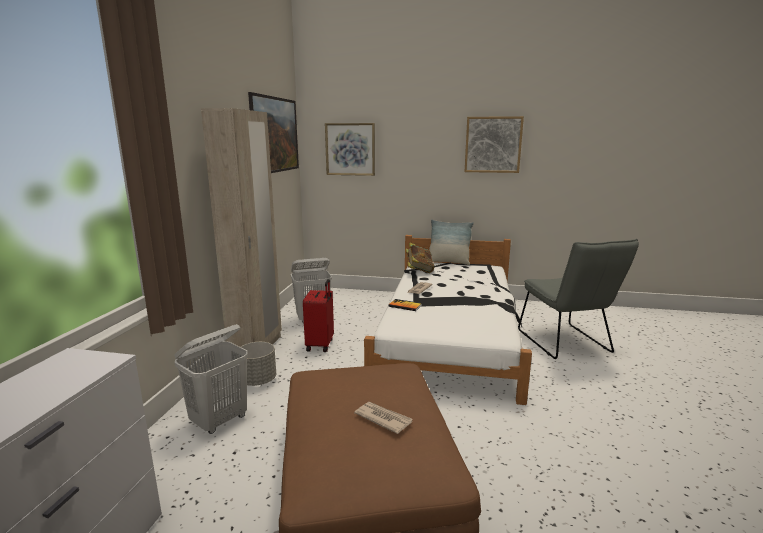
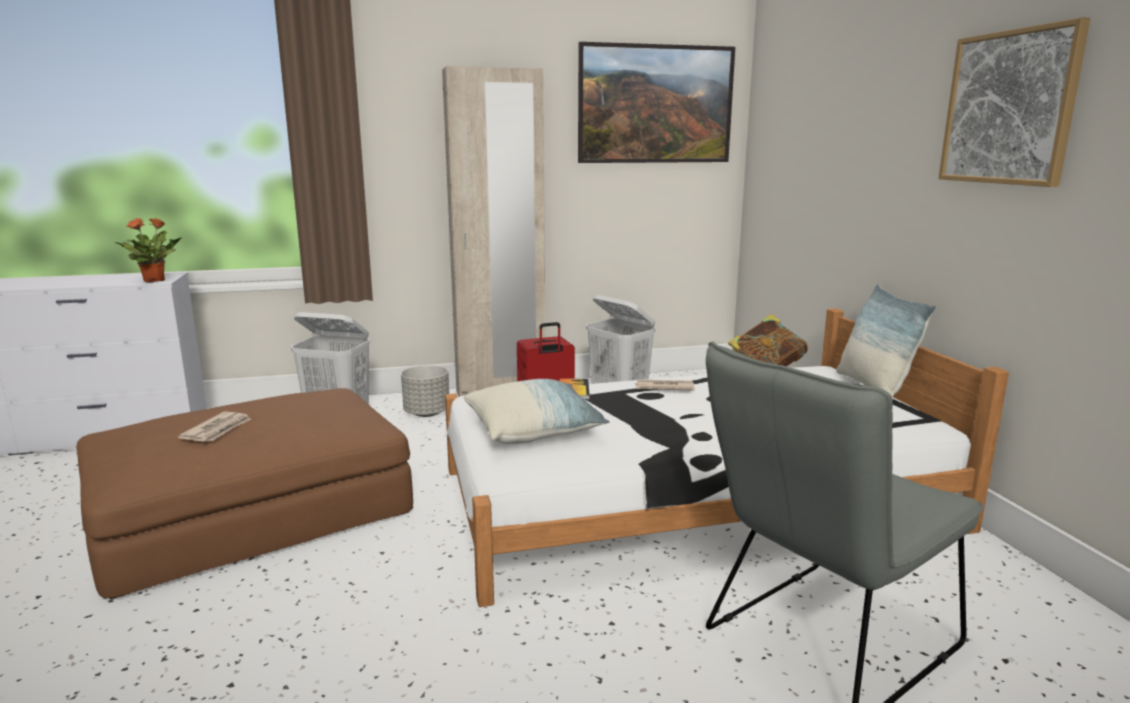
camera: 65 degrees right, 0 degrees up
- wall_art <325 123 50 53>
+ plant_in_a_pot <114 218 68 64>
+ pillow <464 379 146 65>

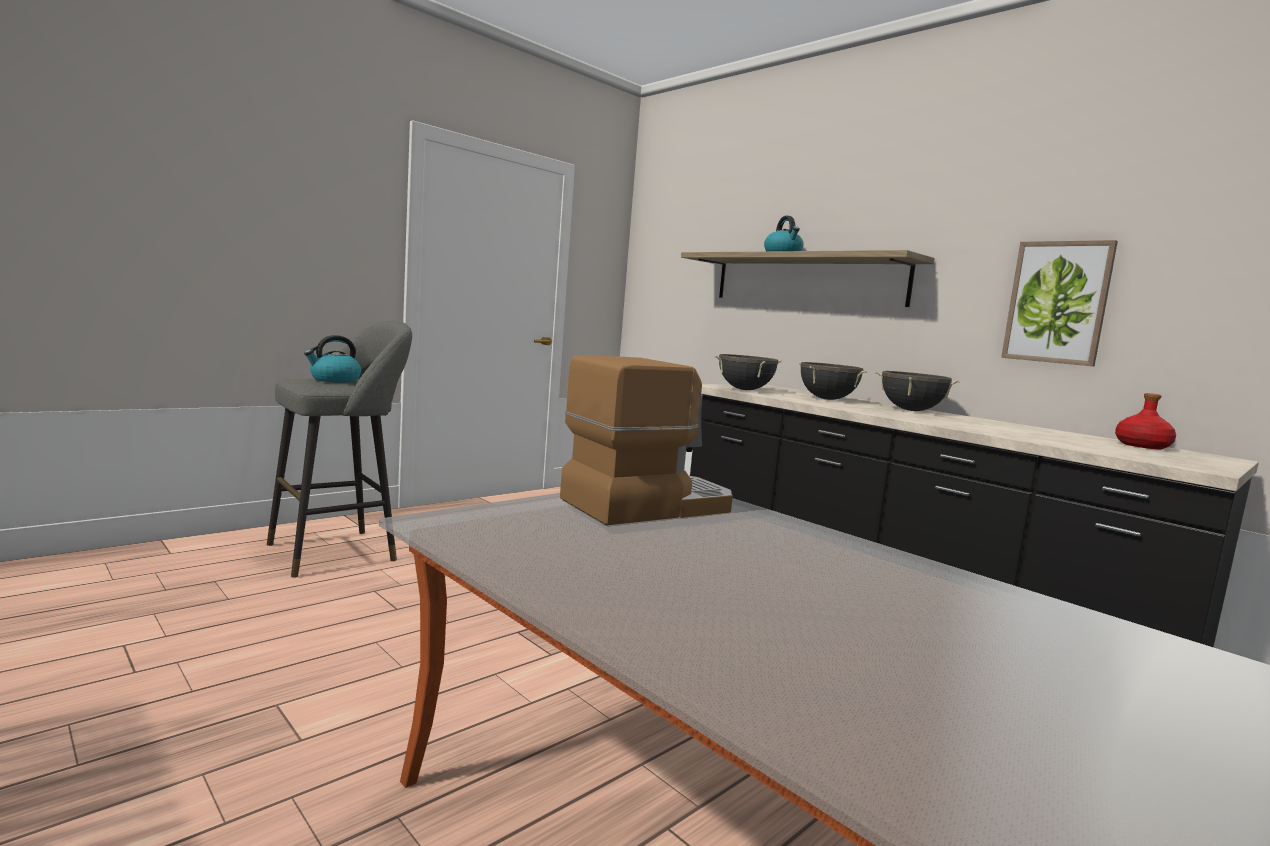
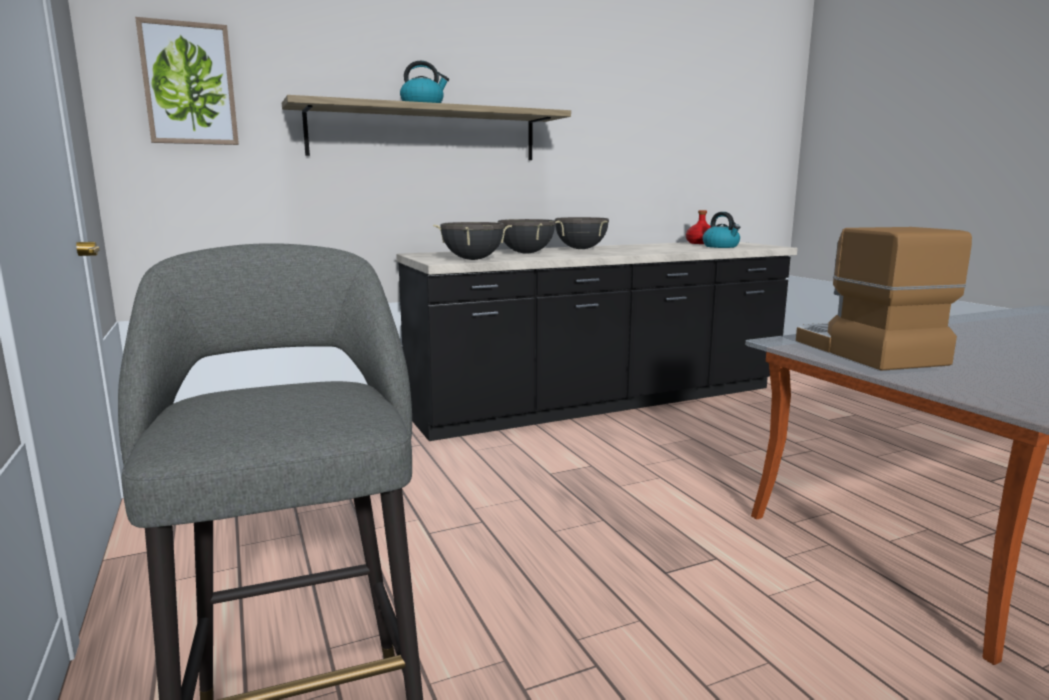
camera: 70 degrees left, 5 degrees up
~ water_kettle <304 335 57 48> to <703 212 37 36>
~ wall_art <1001 240 117 126> to <135 17 104 128>

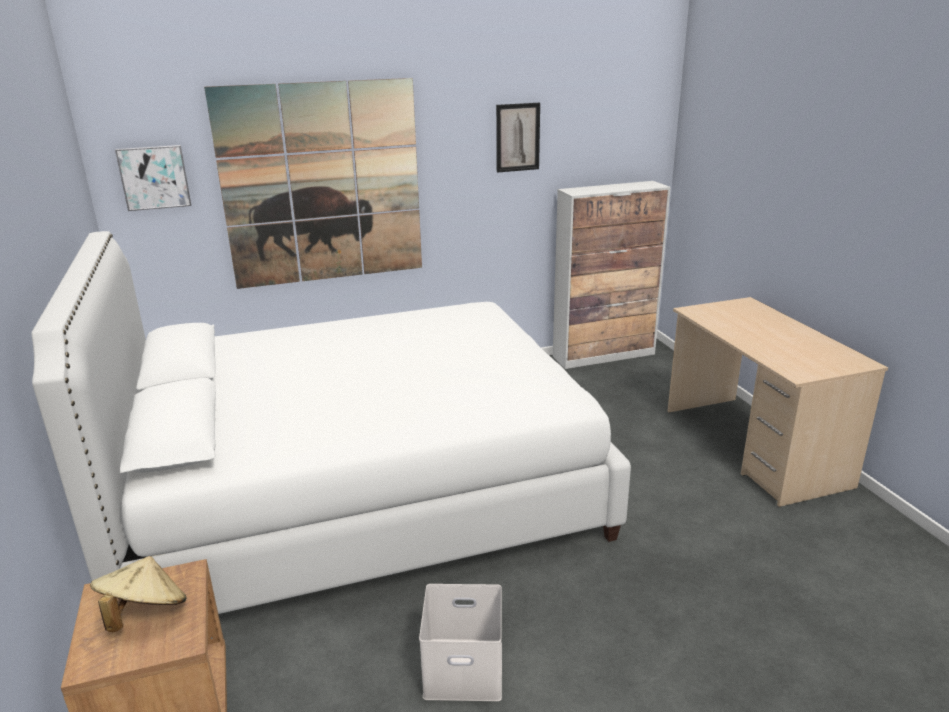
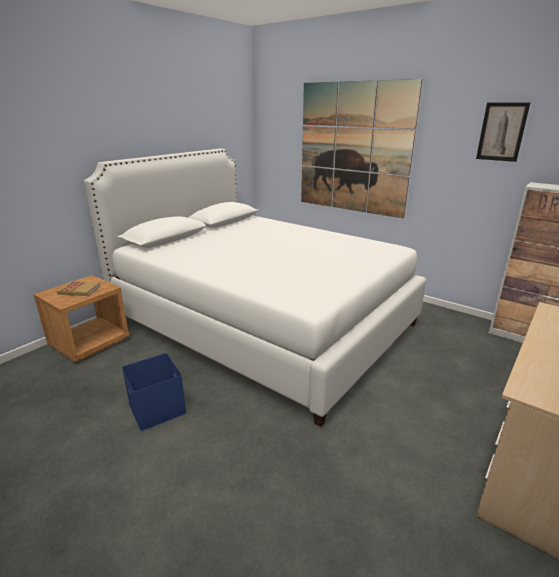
camera: 55 degrees right, 0 degrees up
~ beige-coloured_clothing_hat <90 556 96 76> to bound_book <57 281 43 15>
- wall_art <115 145 76 66>
~ whitish_storage_bin <419 584 83 117> to blue-coloured_storage_bin <122 353 65 78>

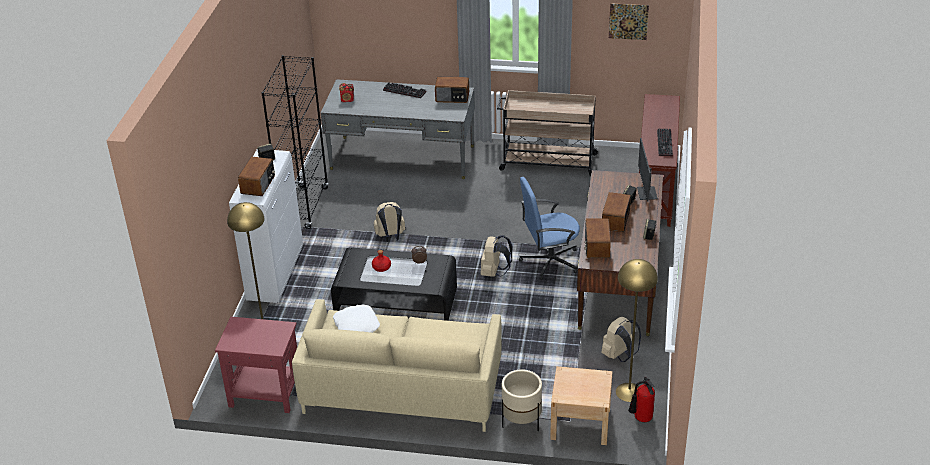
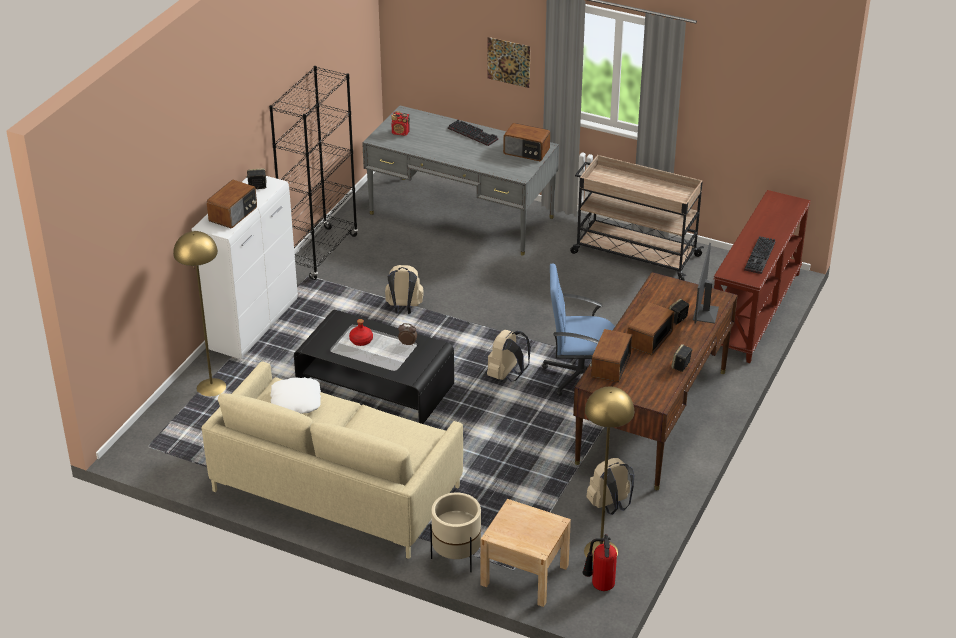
camera: 15 degrees right, 0 degrees up
- reddish_accent_table <215 317 82 96>
~ wall_art <609 3 40 37> to <487 37 43 51>

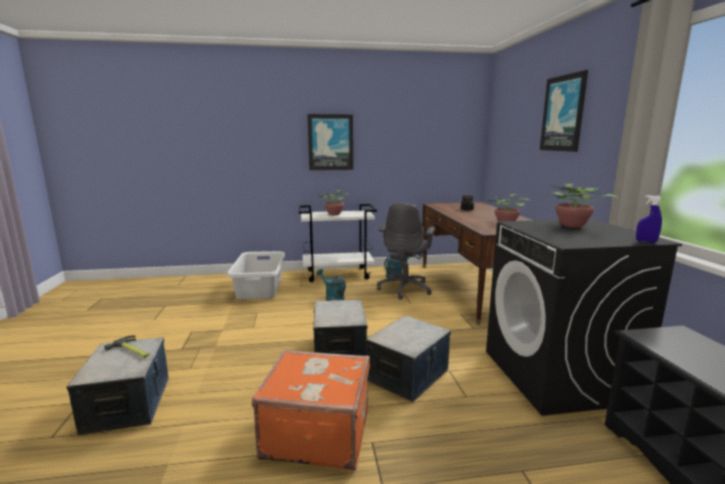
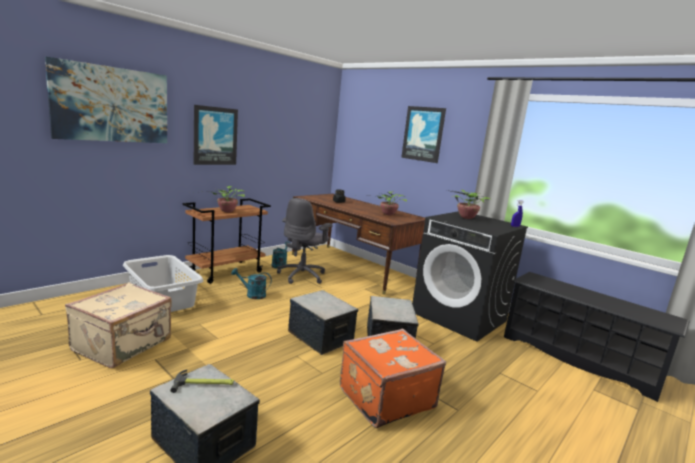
camera: 40 degrees left, 0 degrees up
~ whitish_trolley <299 204 78 78> to brown-coloured_trolley <182 198 89 86>
~ greyish_computer_chair <377 203 58 97> = <277 198 55 86> 45 degrees clockwise
+ wall_art <45 57 122 86>
+ beige-coloured_travel_case <65 282 107 86>

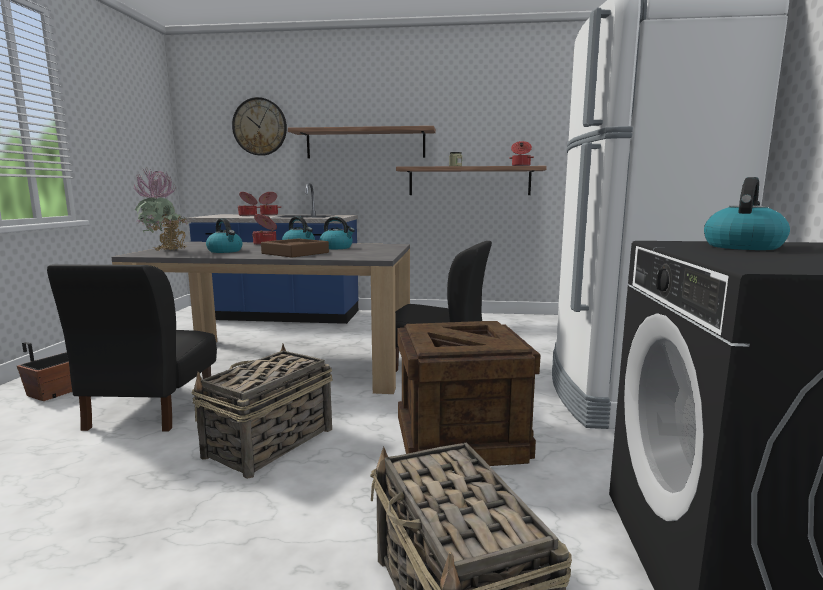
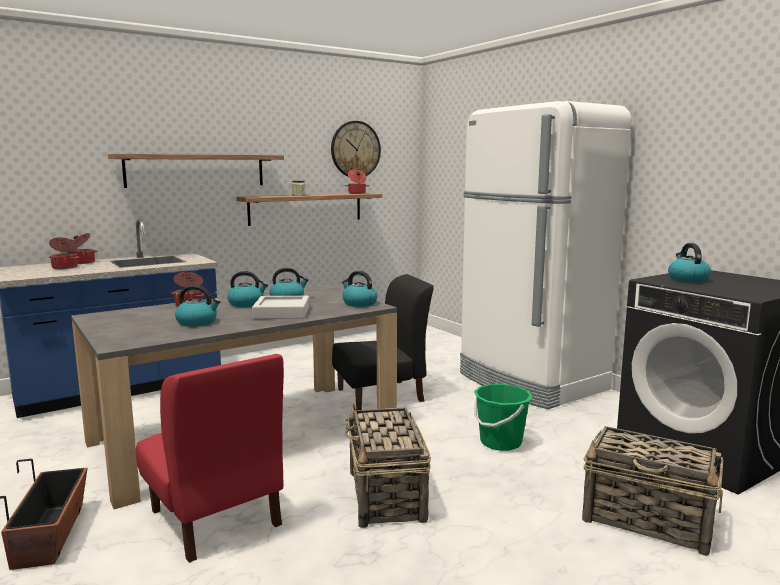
camera: 40 degrees left, 0 degrees up
~ black-coloured_upright_chair <47 264 170 167> to reddish_upright_chair <136 354 148 209>
- plant_in_a_pot <133 168 55 83>
~ clock_on_the_wall <232 97 55 59> to <331 121 50 56>
~ brown-coloured_carrying_tray <261 238 68 20> to greyish_carrying_tray <252 296 57 23>
~ crate <397 321 144 145> to greenish_pail <474 384 58 67>
+ water_kettle <342 271 36 36>

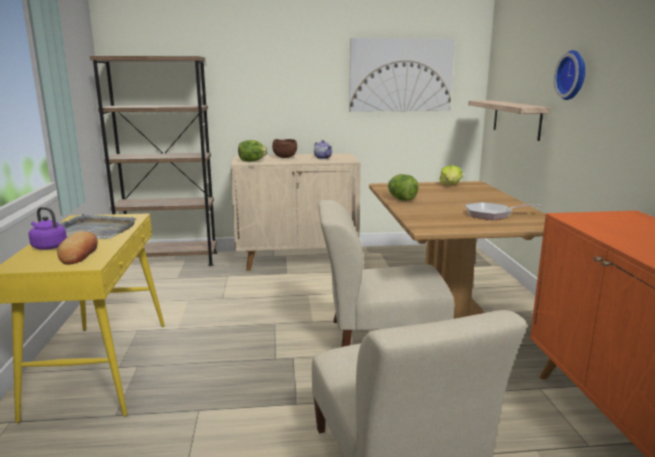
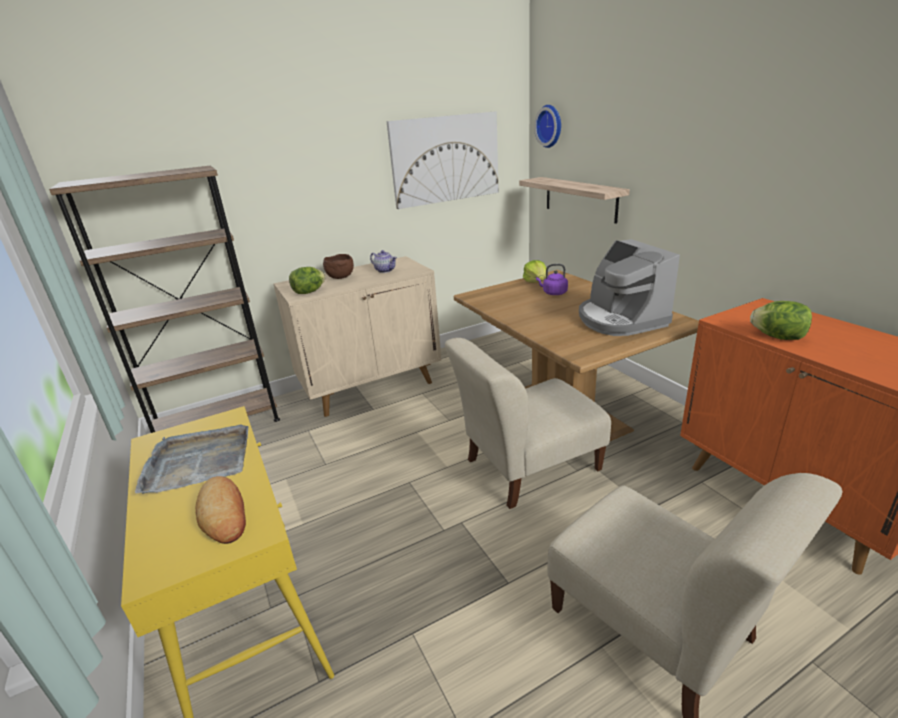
camera: 20 degrees left, 10 degrees up
~ purple_water_kettle <29 207 38 43> to <536 264 32 31>
~ lettuce_head <387 174 32 27> to <750 301 62 39>
~ frying_pan <465 202 77 18> to coffee_brewer <579 239 101 97>
~ clock_on_the_wall <554 50 31 50> to <534 105 27 43>

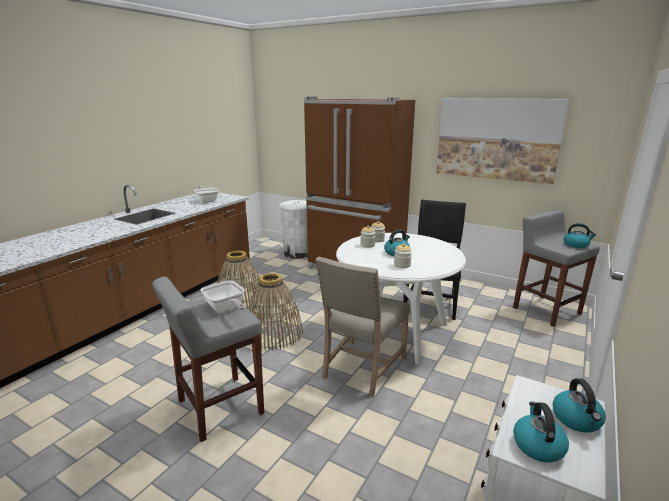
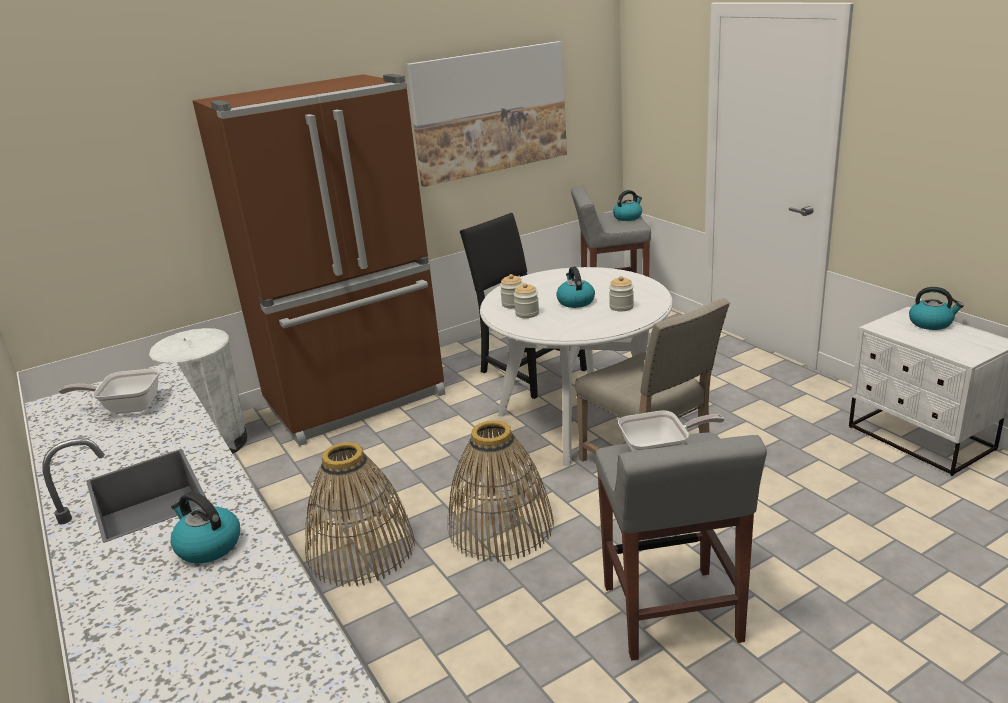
camera: 60 degrees left, 5 degrees up
~ water_kettle <513 402 56 60> to <171 491 69 72>

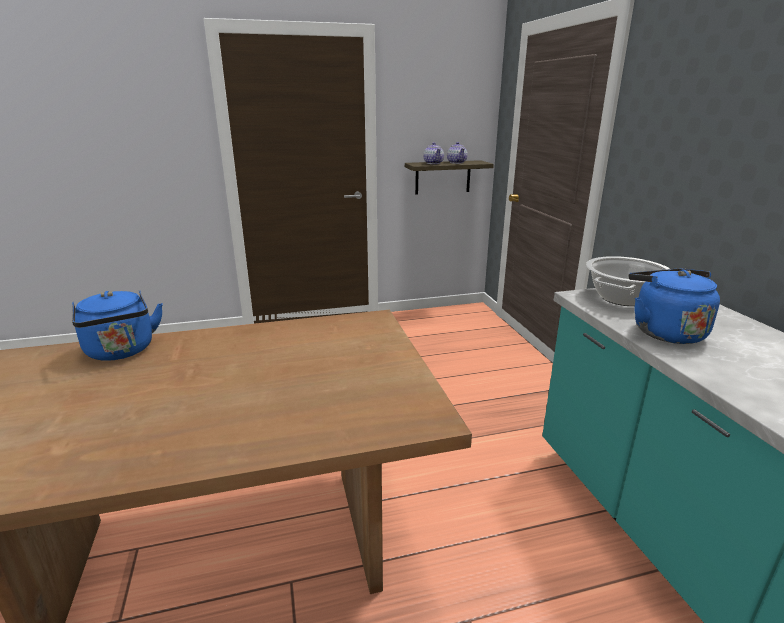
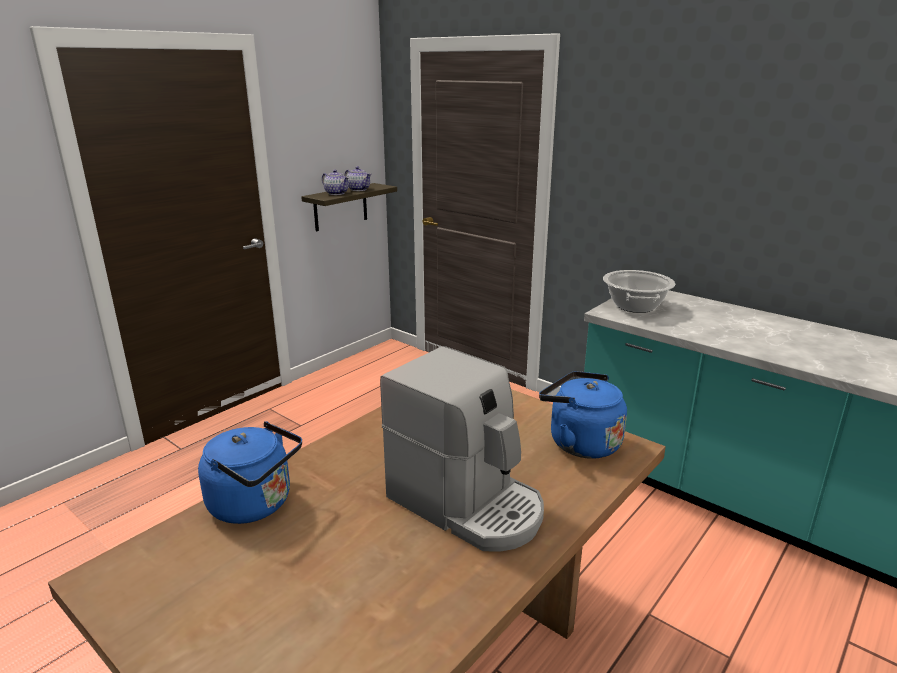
camera: 35 degrees left, 0 degrees up
~ blue-coloured_water_kettle <629 269 91 75> to <539 371 88 88>
+ coffee_brewer <380 346 164 205>

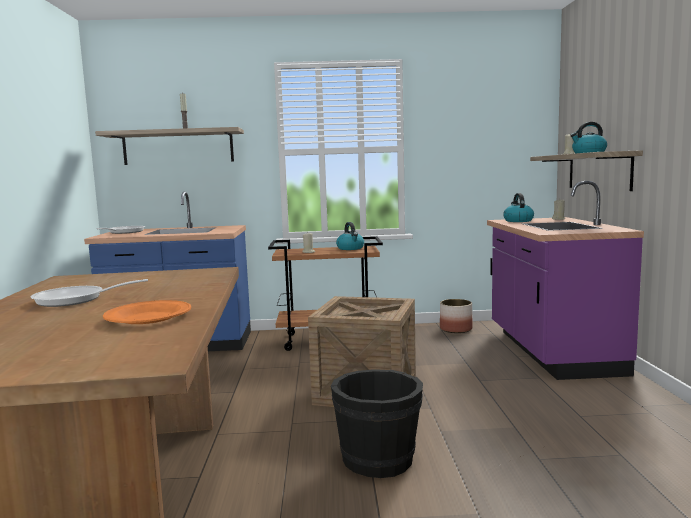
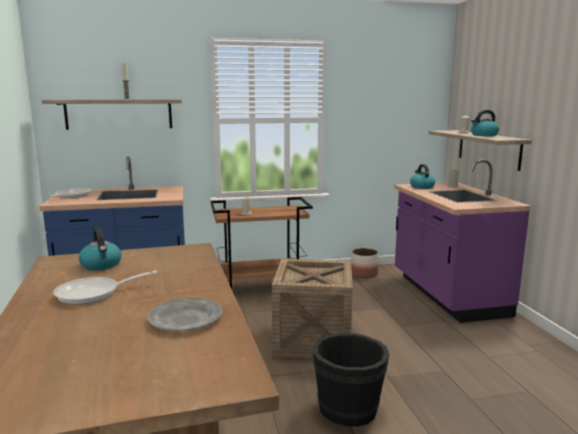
camera: 10 degrees left, 5 degrees up
~ orange-coloured_dinner_plate <103 300 88 24> to greyish_dinner_plate <148 298 75 33>
~ water_kettle <336 222 28 28> to <79 227 43 43>

